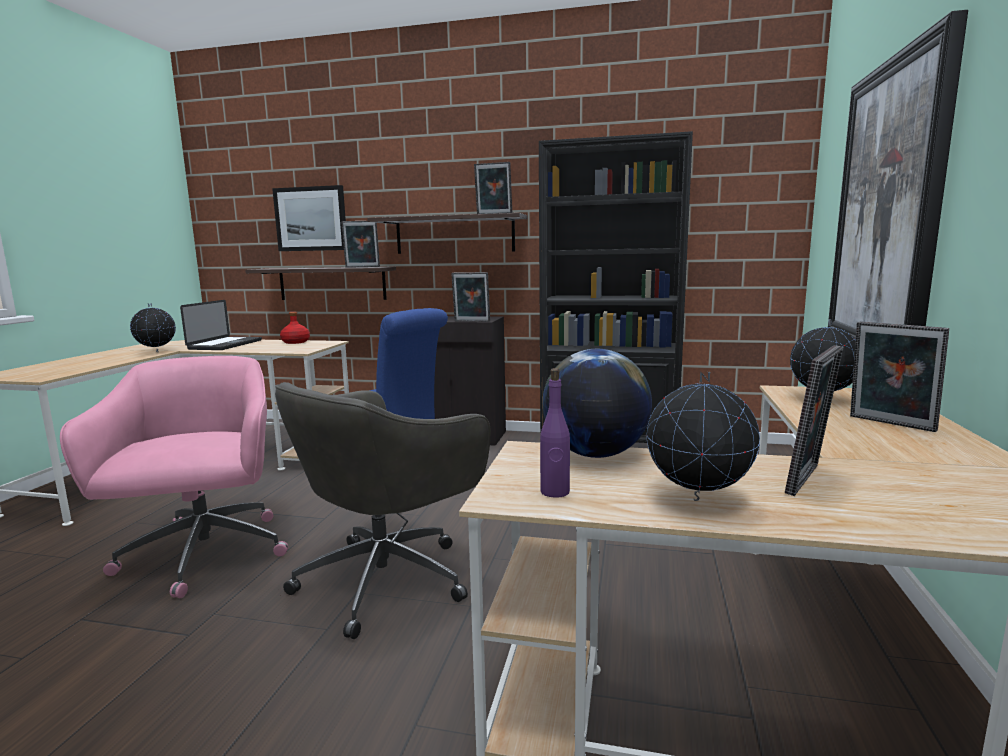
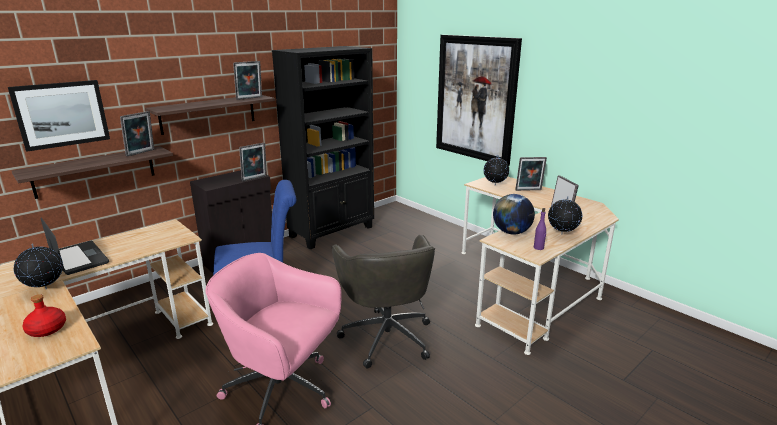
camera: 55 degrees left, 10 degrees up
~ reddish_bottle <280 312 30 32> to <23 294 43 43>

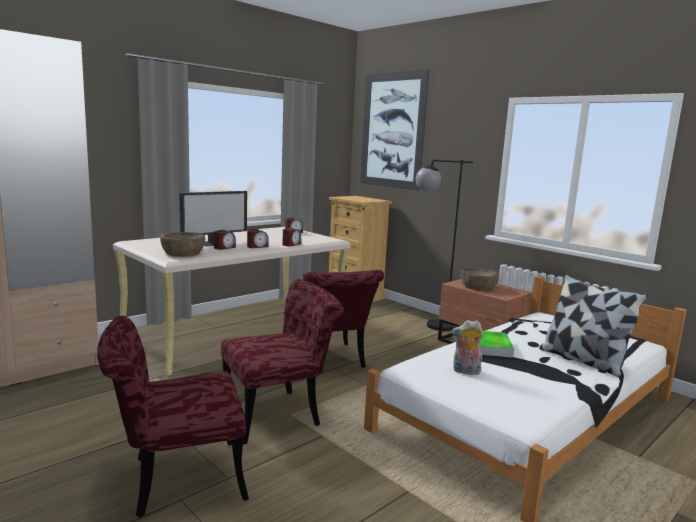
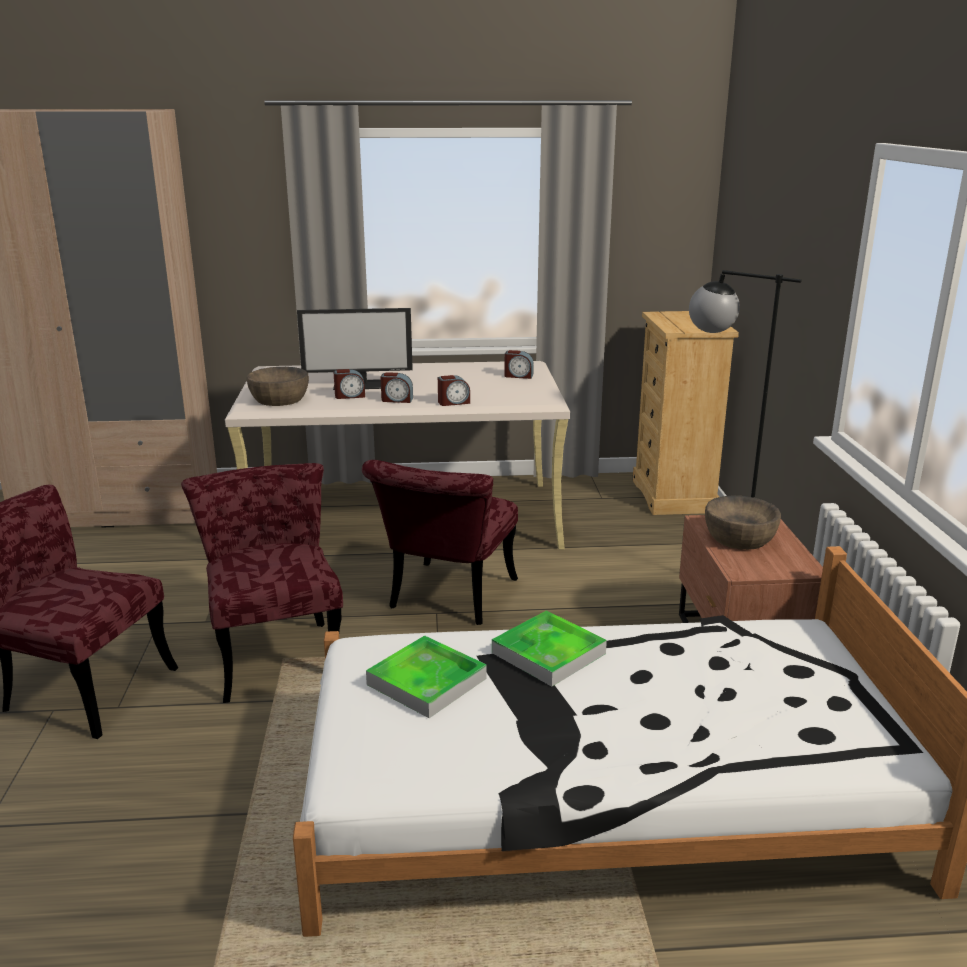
camera: 40 degrees right, 10 degrees up
~ reddish_upright_chair <221 279 123 166> = <181 463 162 240> 120 degrees counterclockwise
- wall_art <360 70 69 121>
~ plush_toy <452 320 31 55> to carrying_tray <366 635 121 83>
- pillow <539 275 109 103>

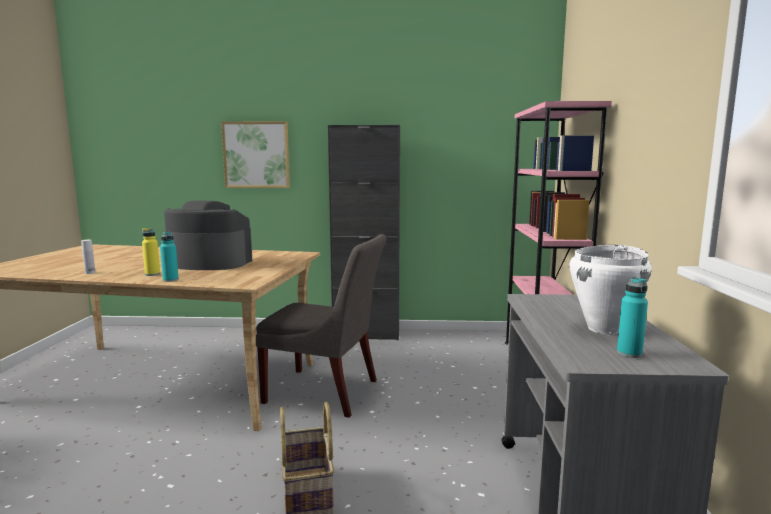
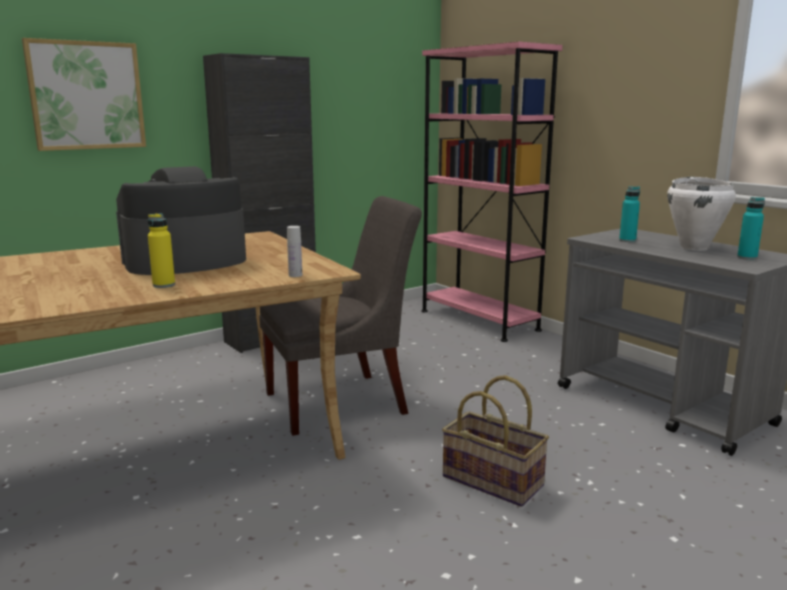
camera: 40 degrees left, 5 degrees up
~ whitish_bottle <81 240 14 34> to <287 226 15 51>
~ turquoise-coloured_bottle <160 231 19 51> to <619 186 21 56>

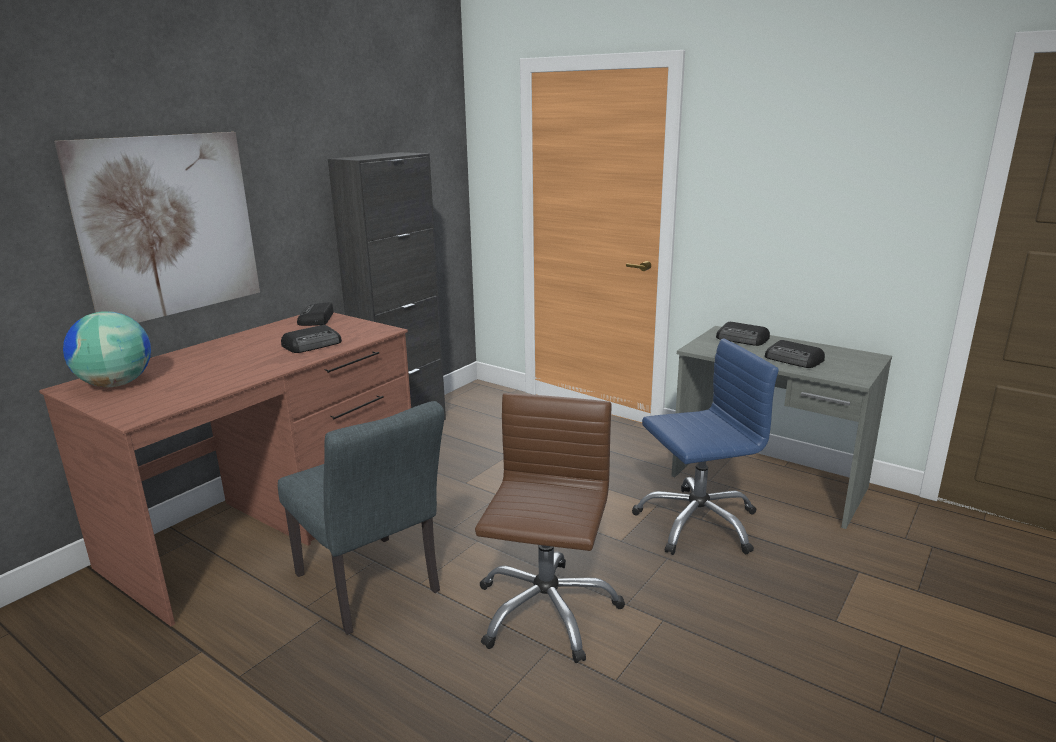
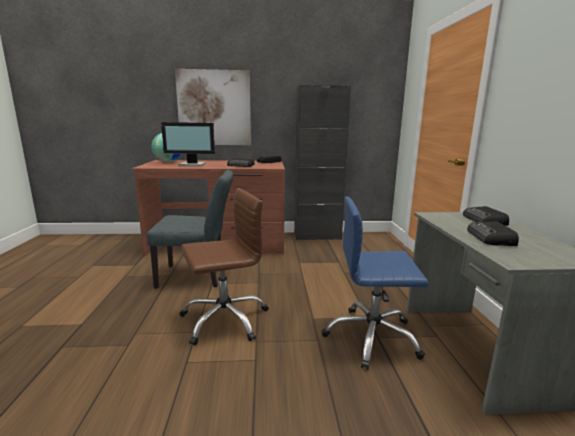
camera: 50 degrees right, 5 degrees down
~ greyish_upright_chair <278 401 166 234> = <147 170 86 118> 105 degrees counterclockwise
~ blue-coloured_computer_chair <632 338 147 217> = <322 196 106 174> 150 degrees clockwise
+ monitor <161 122 54 44>

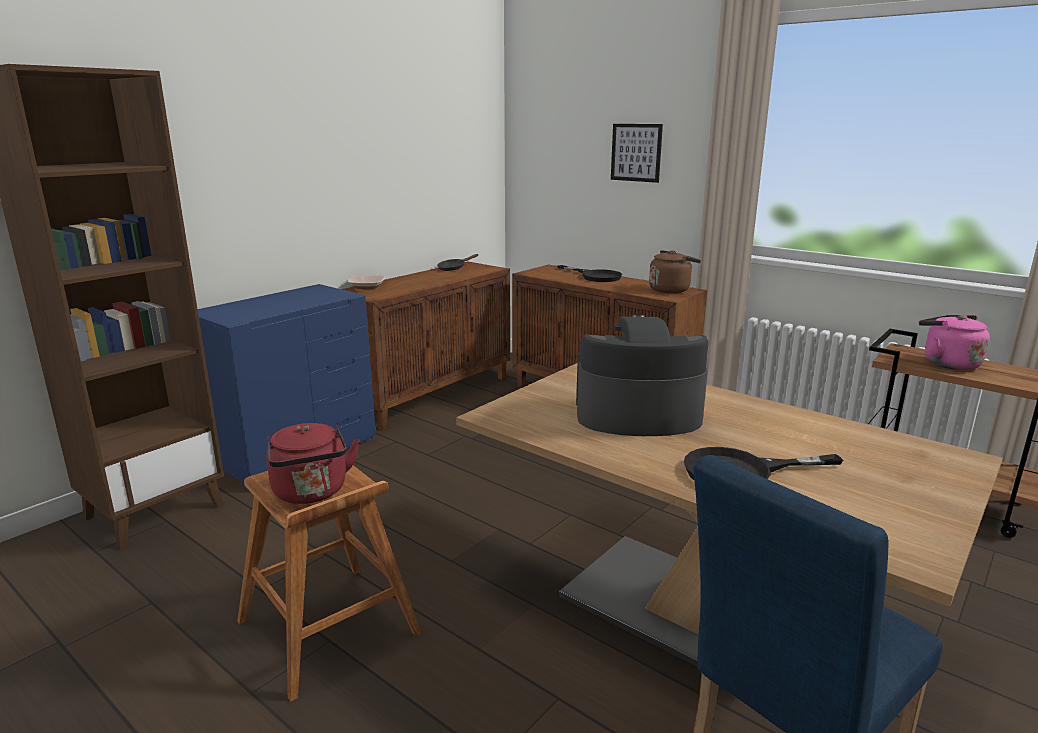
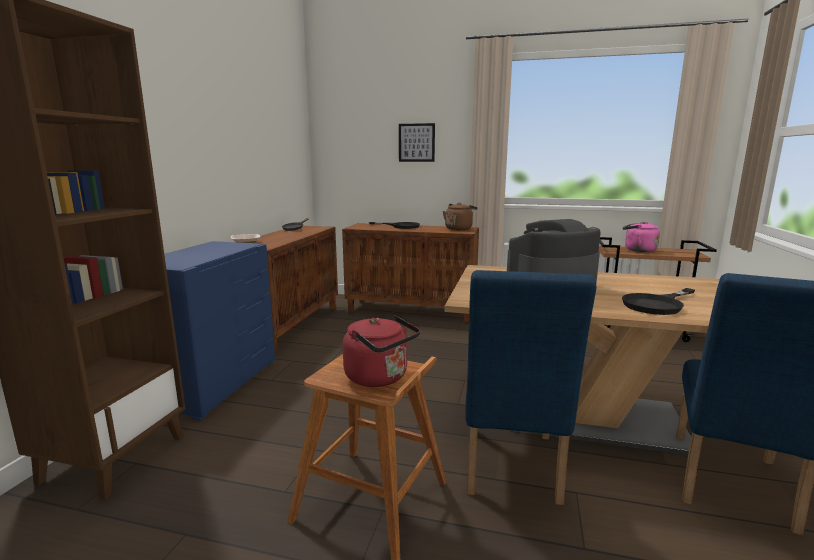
camera: 25 degrees left, 5 degrees down
+ blue-coloured_upright_chair <465 270 132 235>

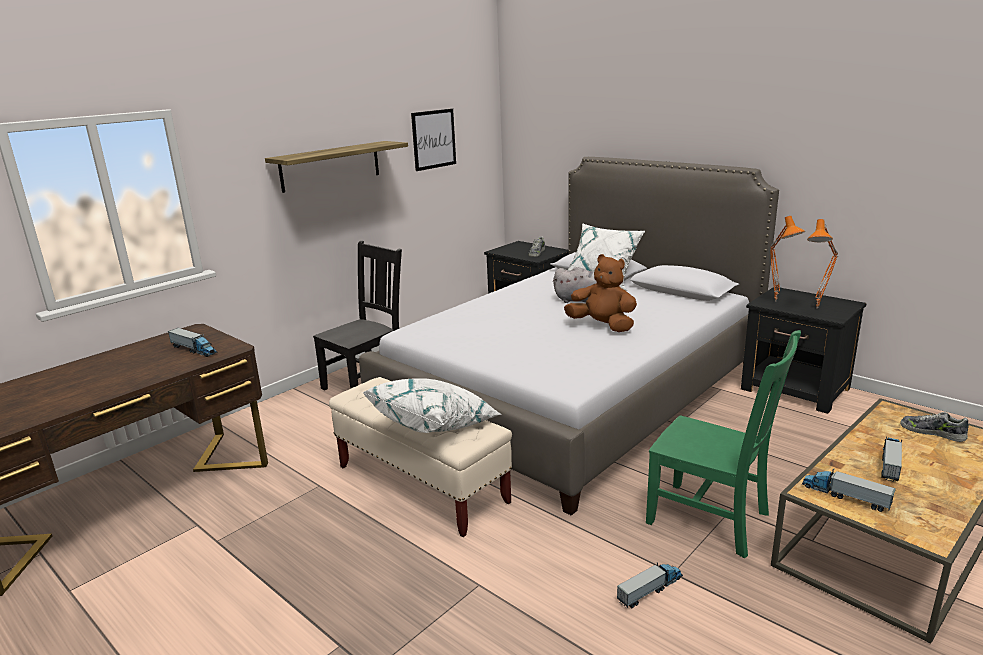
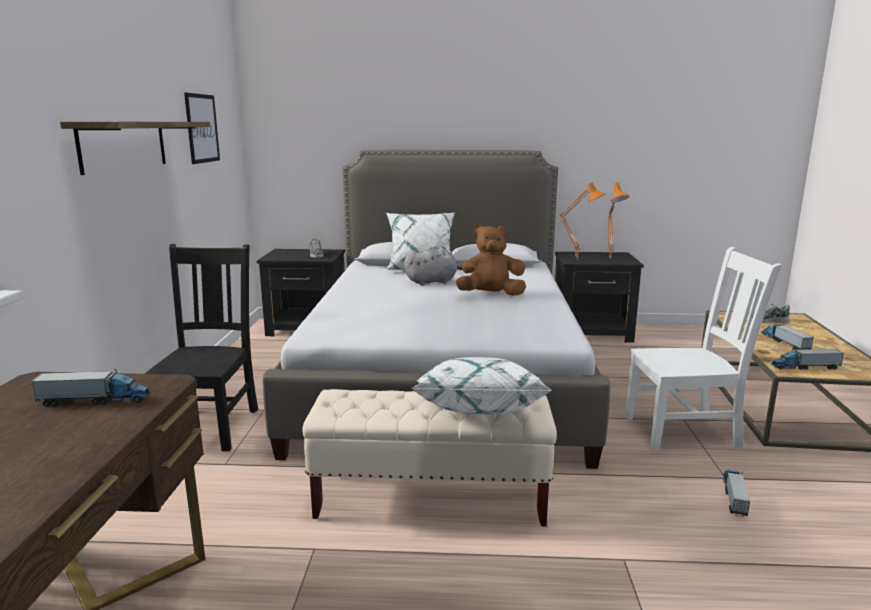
camera: 40 degrees left, 5 degrees down
~ greenish_upright_chair <646 330 155 228> to whitish_upright_chair <625 247 157 205>

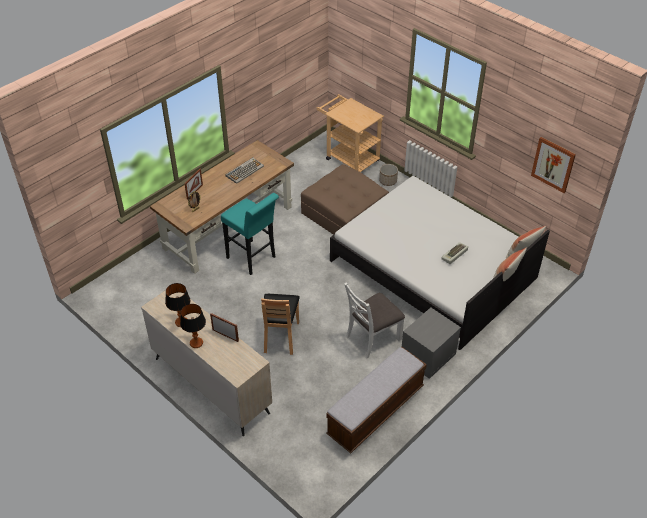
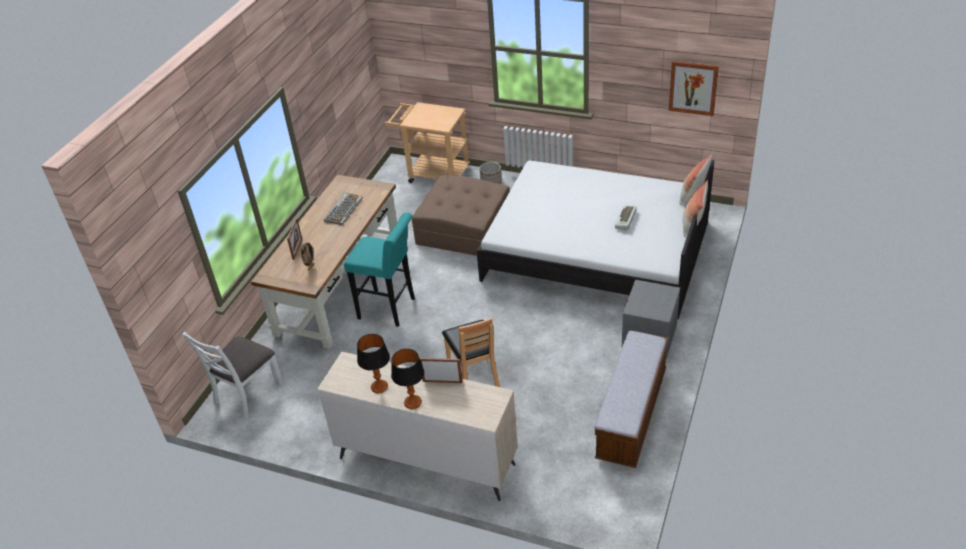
camera: 20 degrees left, 5 degrees down
~ whitish_upright_chair <344 282 61 77> to <182 332 101 87>

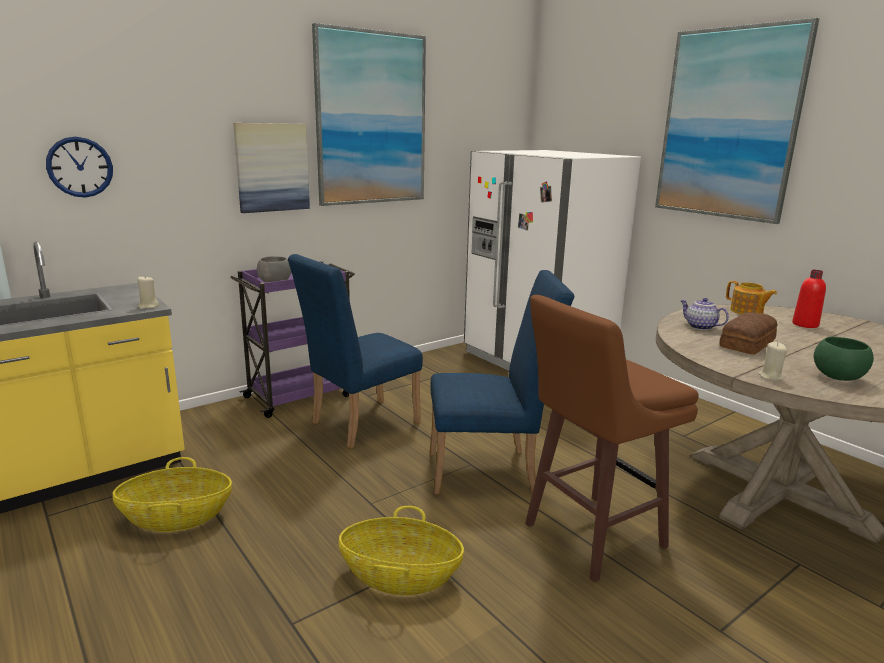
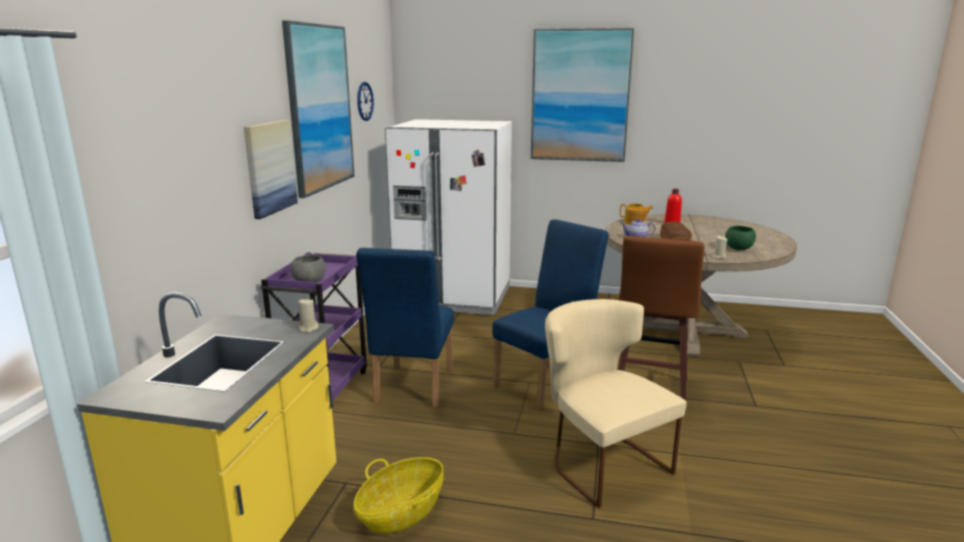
camera: 40 degrees left, 0 degrees up
~ clock_on_the_wall <46 137 67 60> to <357 82 17 39>
~ household_basket <338 506 126 89> to beige-coloured_upright_chair <545 299 142 209>

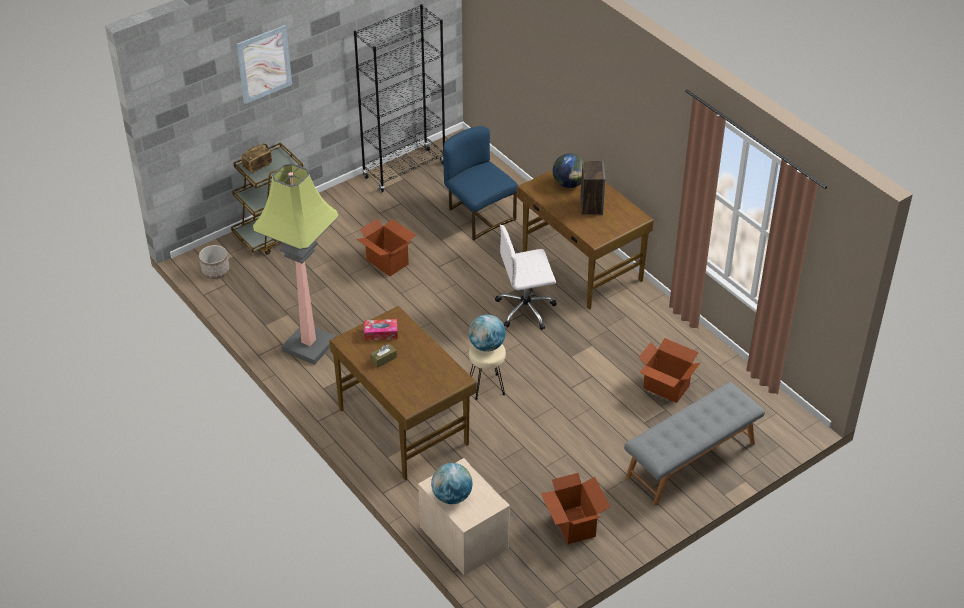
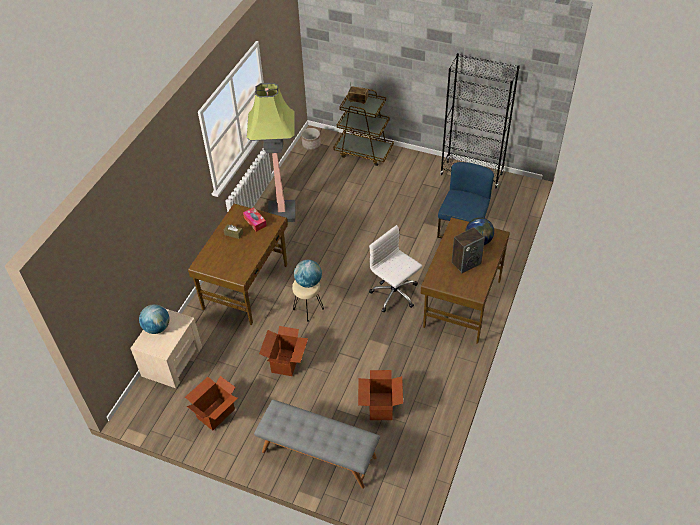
camera: 60 degrees right, 5 degrees up
- wall_art <236 25 56 79>
~ cardboard_box <357 218 59 58> to <259 326 49 50>

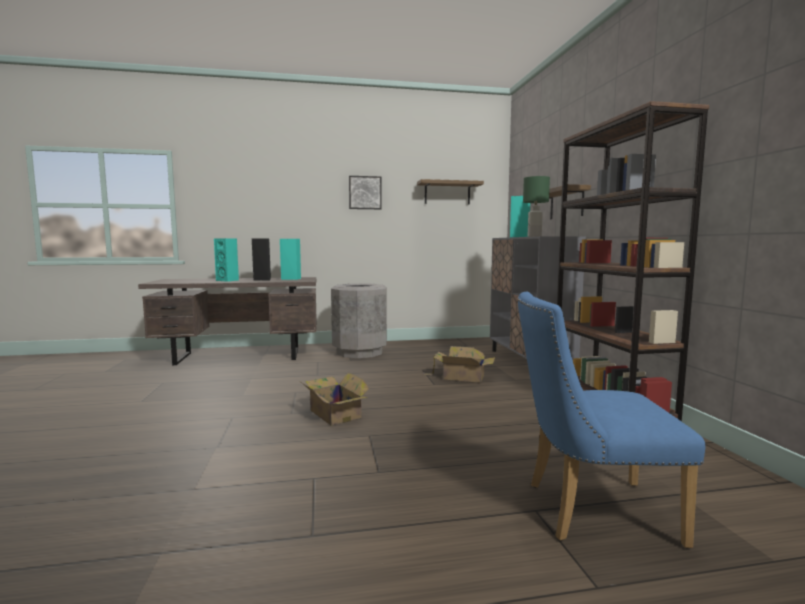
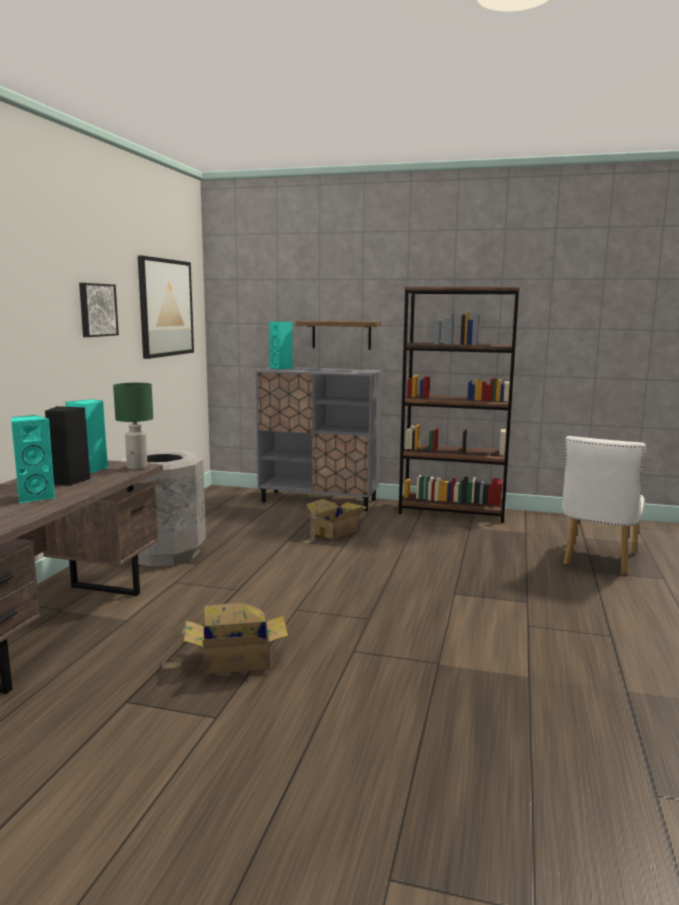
camera: 65 degrees left, 5 degrees up
~ cardboard_box <301 372 68 54> to <162 602 126 73>
~ bracket_shelf <417 179 67 26> to wall_art <138 256 56 103>
~ blue-coloured_upright_chair <518 292 187 257> to whitish_upright_chair <562 436 84 139>
~ greenish_table_lamp <523 176 27 61> to <113 383 40 87>

